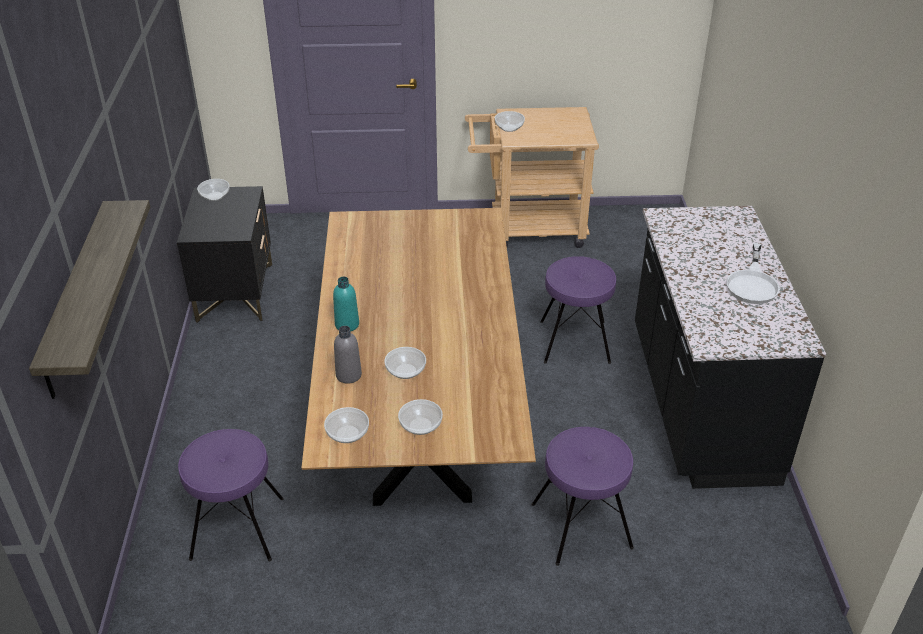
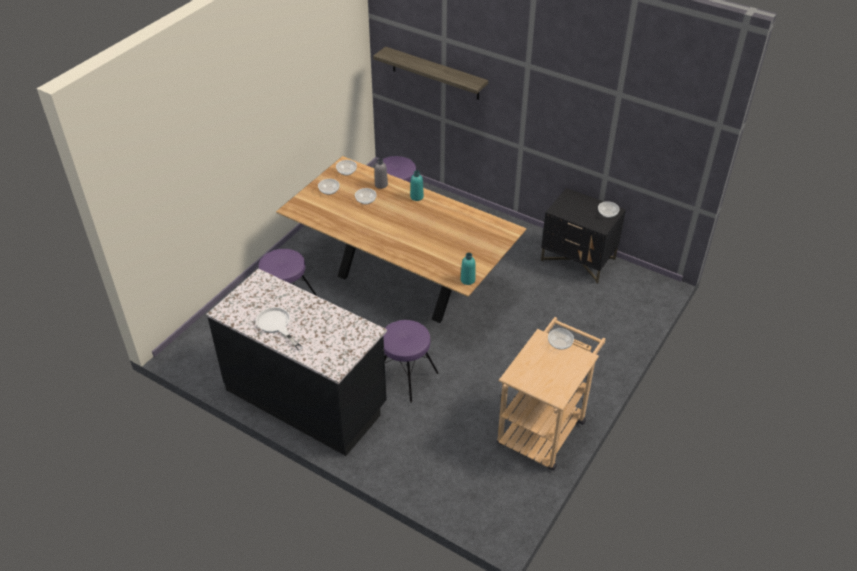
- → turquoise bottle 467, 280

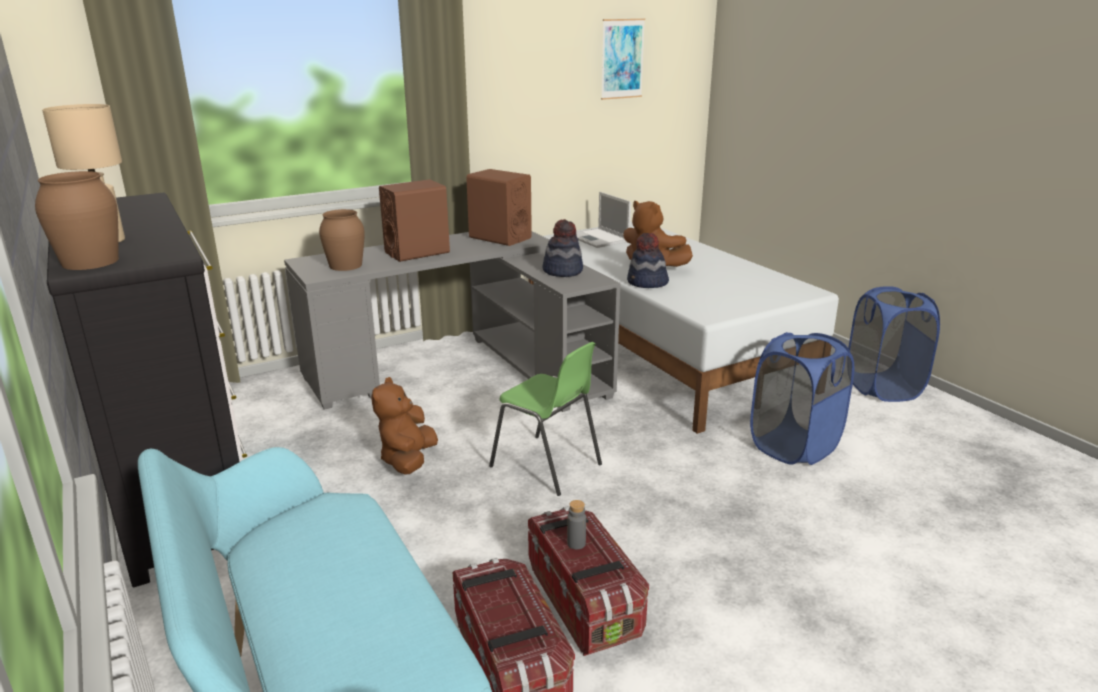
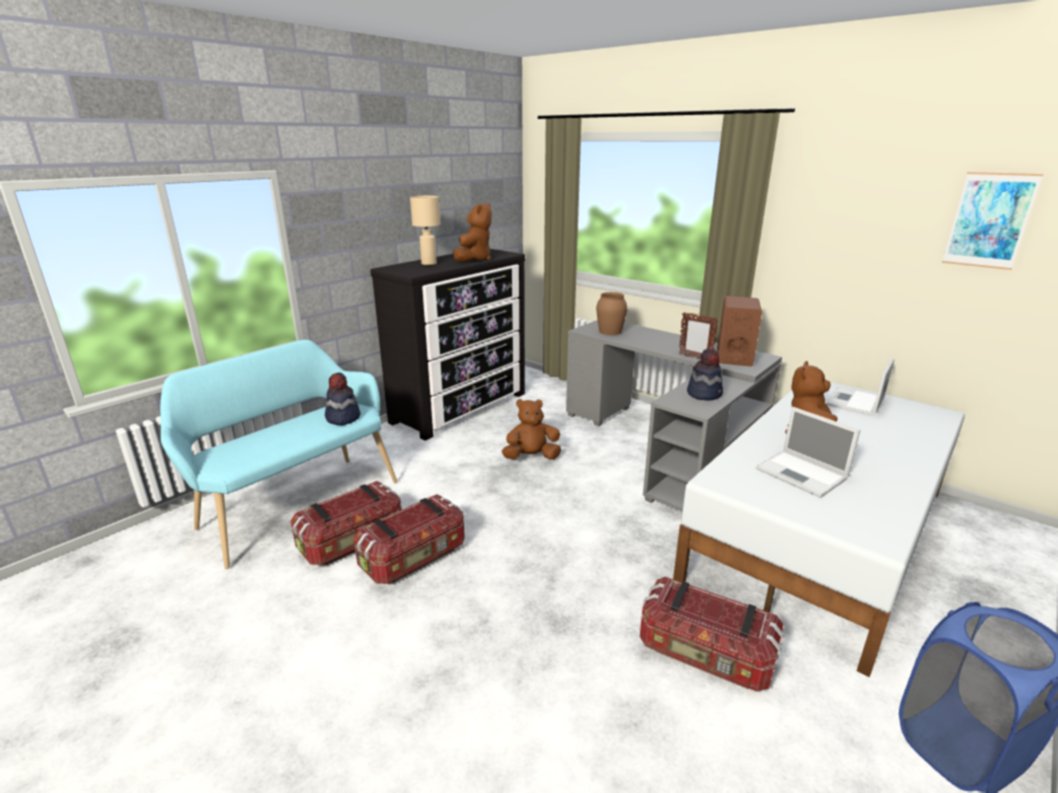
brown vase 90, 261 → -
brown speaker 417, 252 → -
green chair 547, 466 → -
grey bottle 576, 543 → -
hat 647, 283 → hat 342, 418, relocated
blue laundry basket 794, 446 → storage box 705, 654
- → brown plush toy 474, 259
- → picture frame 694, 358
- → laptop 802, 474

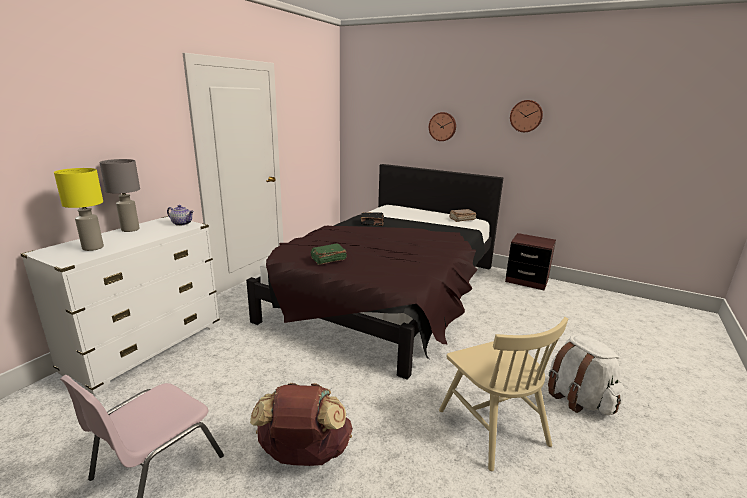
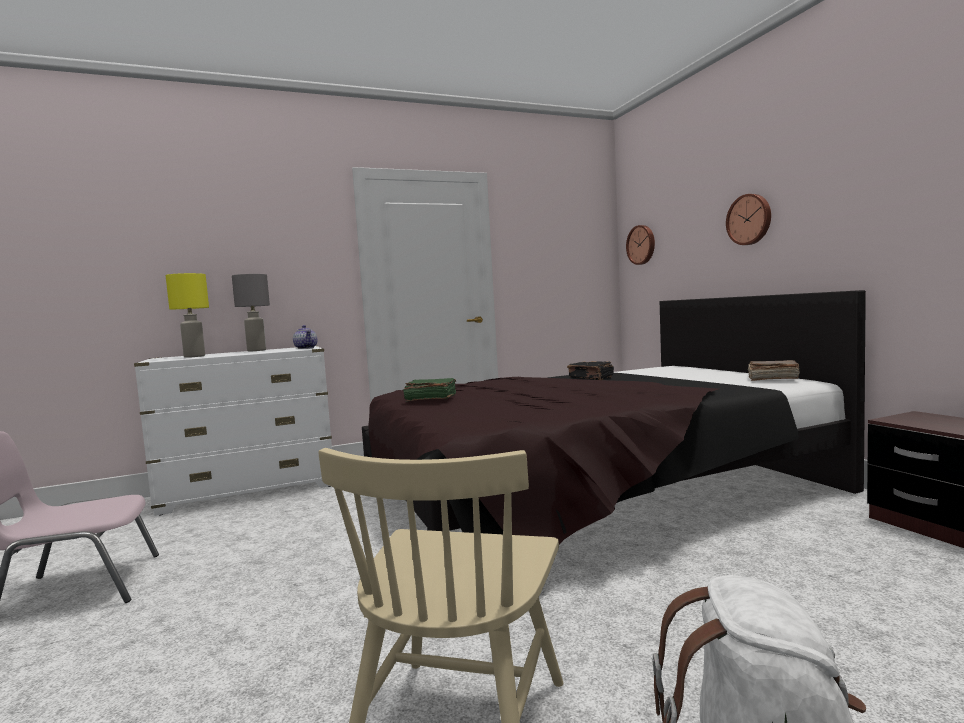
brown backpack 304, 455 → -
wall clock 526, 116 → wall clock 641, 245, relocated

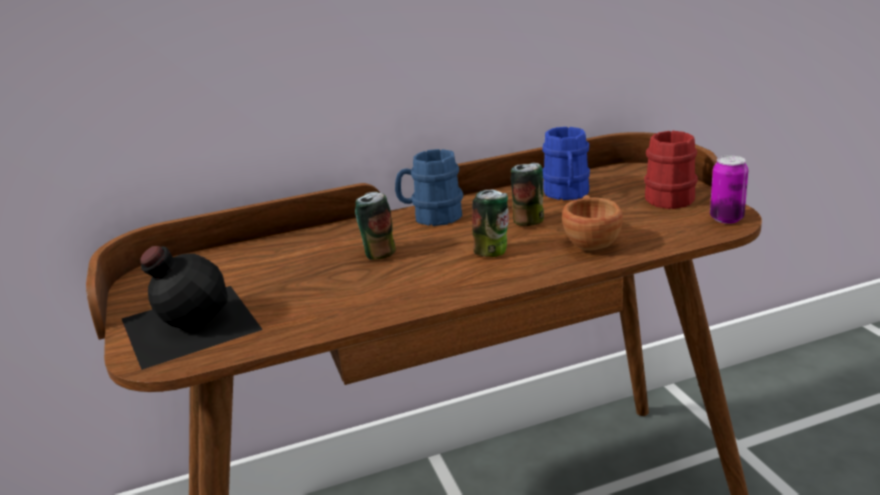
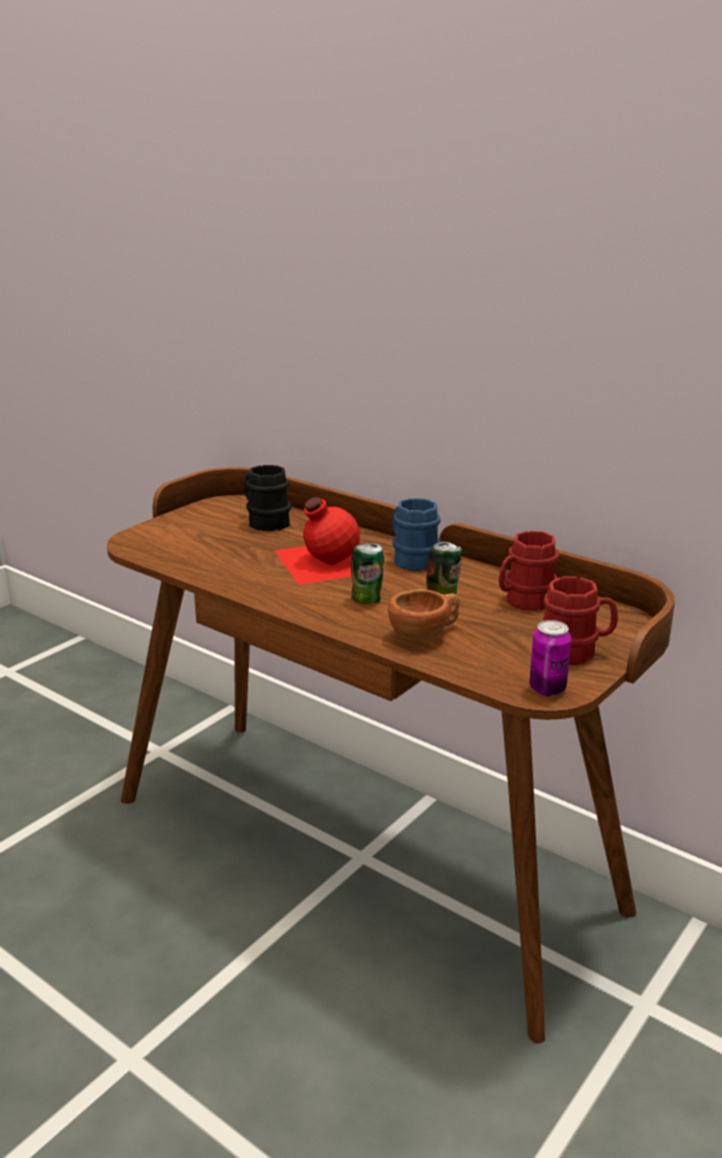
black bottle 187, 323 → -
can 379, 253 → red bottle 325, 560
blue mug 567, 194 → red mug 523, 601
- → black mug 265, 521

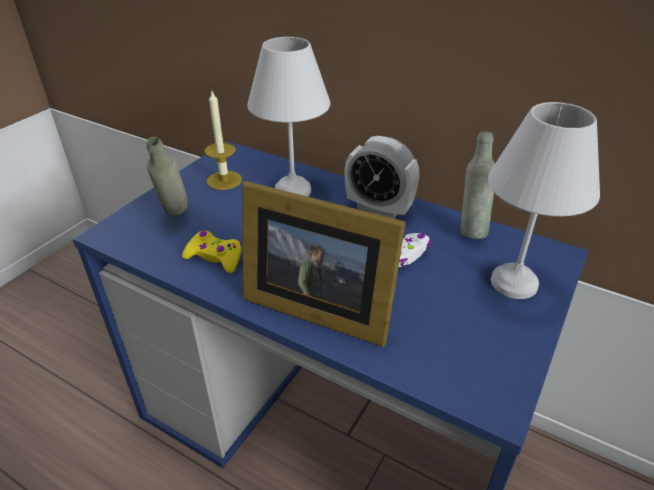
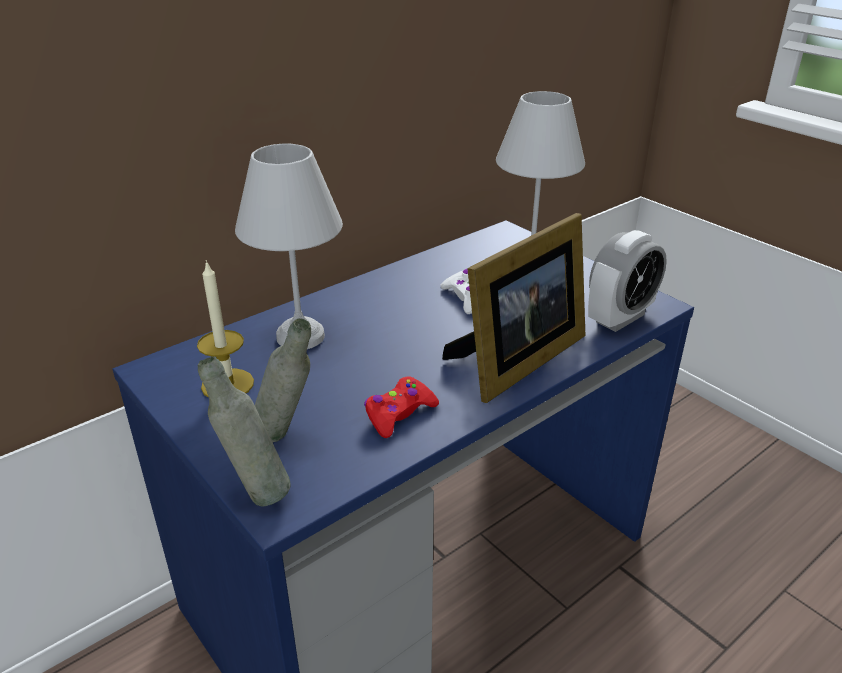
yellow game controller 215, 257 → red game controller 399, 414
alarm clock 379, 208 → alarm clock 620, 318, relocated
grey bottle 471, 230 → grey bottle 255, 493, relocated

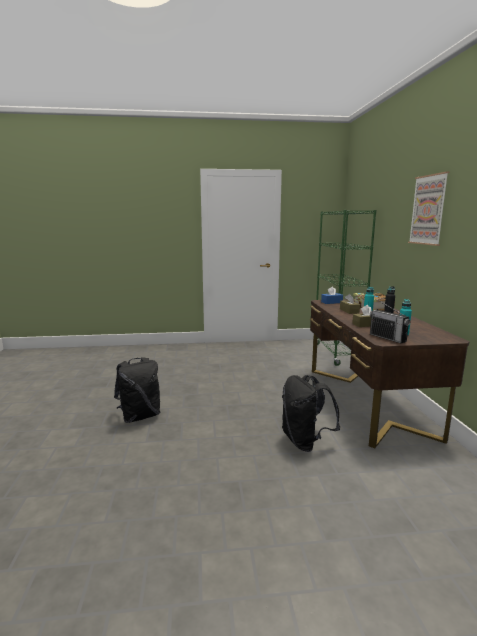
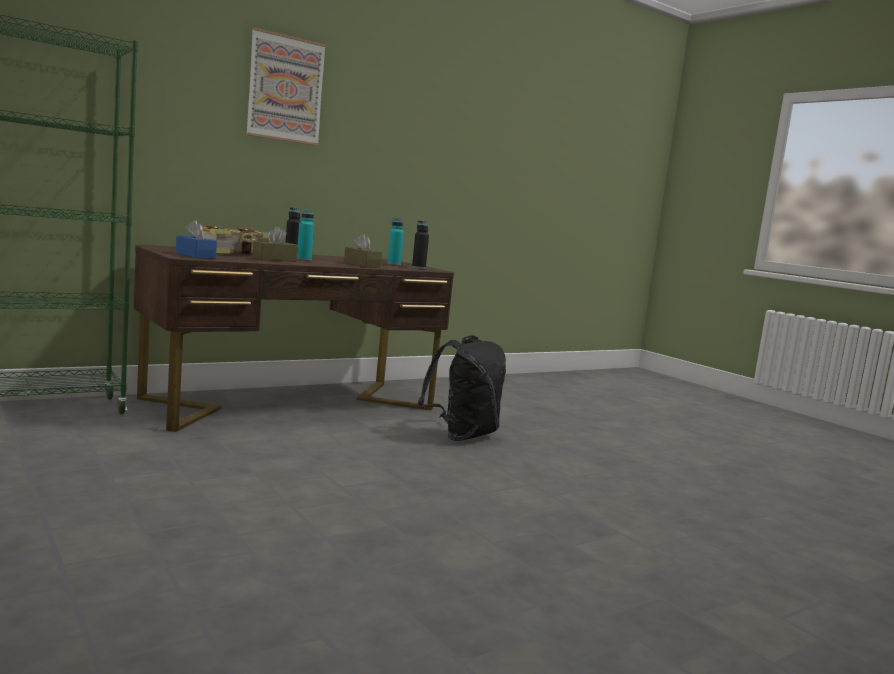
black backpack 140, 416 → -
radio 387, 338 → black bottle 418, 268

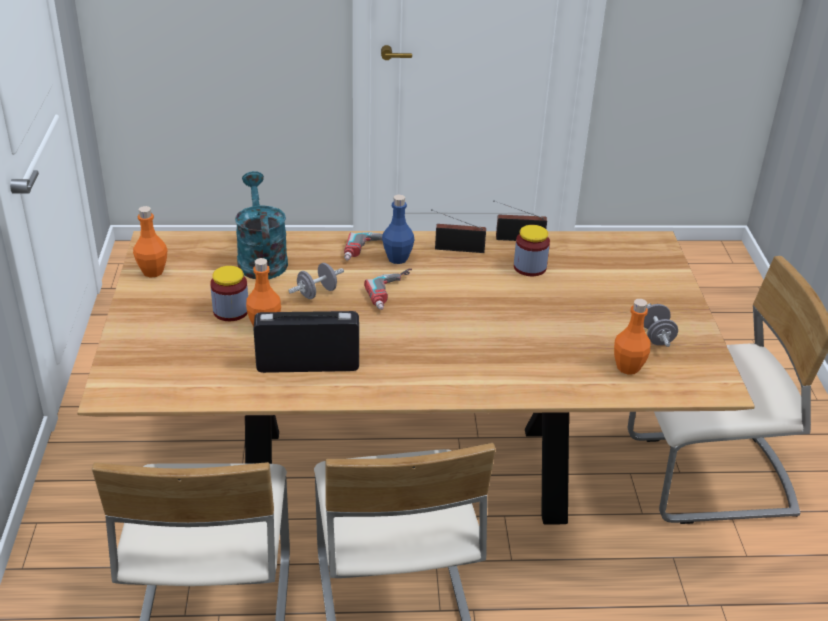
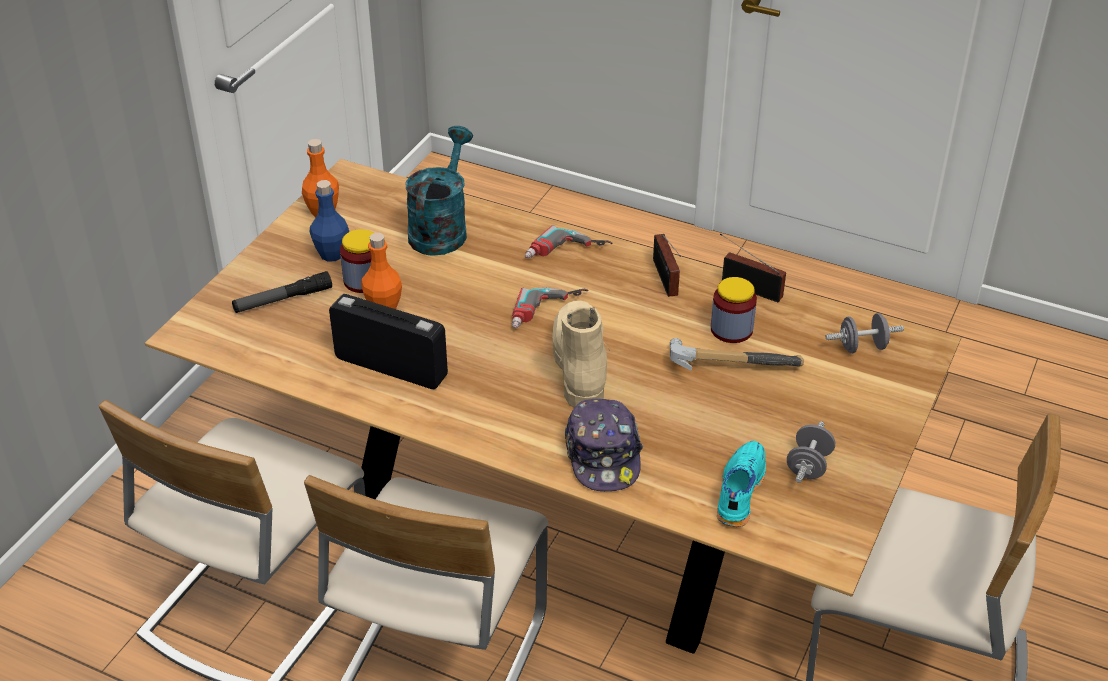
grey dumbbell 317, 293 → grey dumbbell 862, 347, relocated
blue bottle 397, 258 → blue bottle 332, 254, relocated
radio 456, 248 → radio 665, 280, 135 degrees counterclockwise
orange bottle 628, 367 → turquoise shoe 738, 491
- → flashlight 283, 299
- → beige boot 579, 365
- → cap 603, 455
- → hammer 728, 364

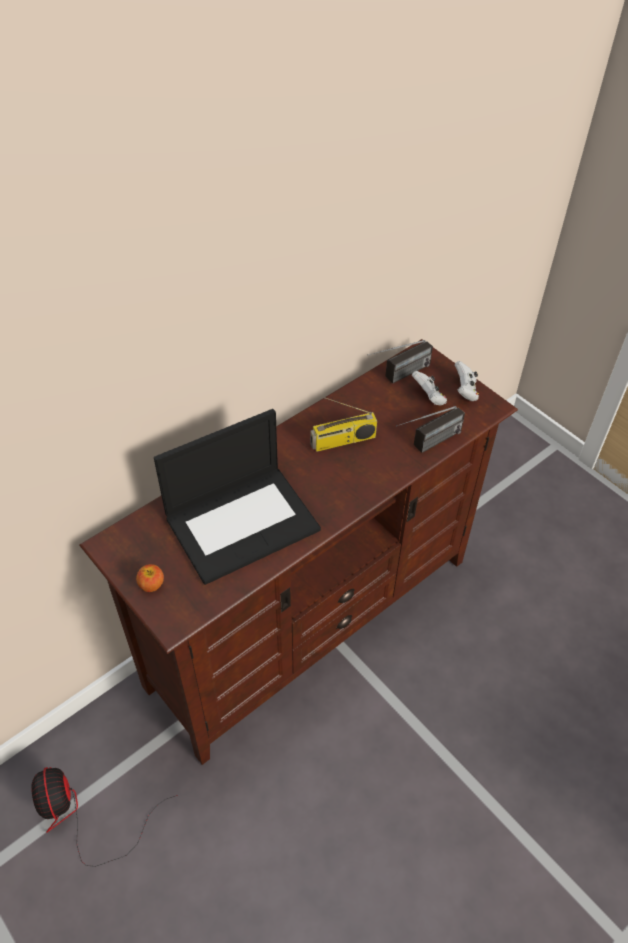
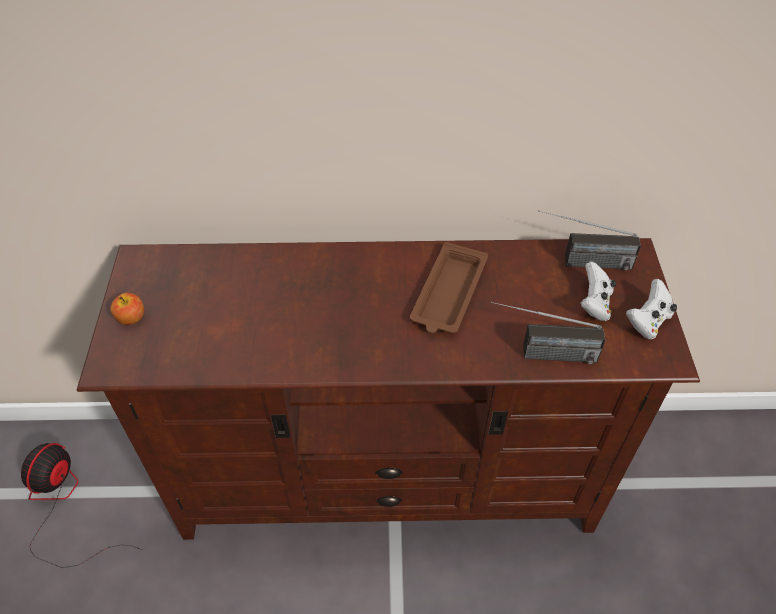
laptop 243, 522 → -
radio 343, 441 → brown tray 448, 294

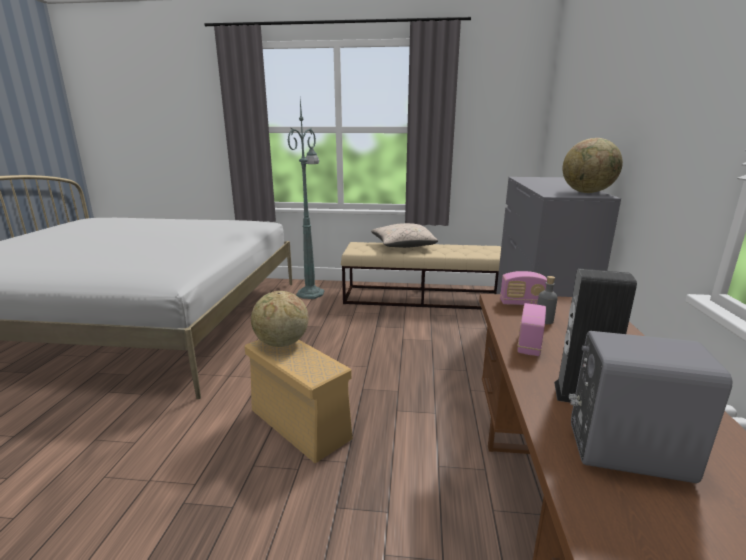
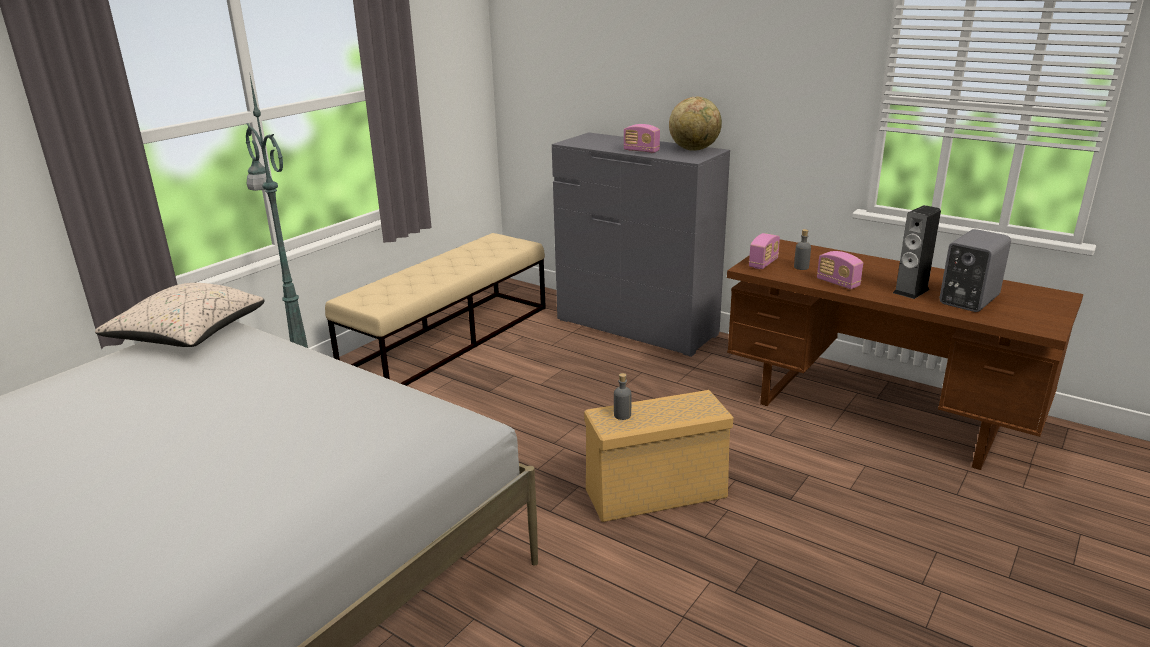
globe 281, 343 → grey bottle 622, 415
beige pillow 403, 246 → beige pillow 188, 336, relocated
- → radio 641, 151

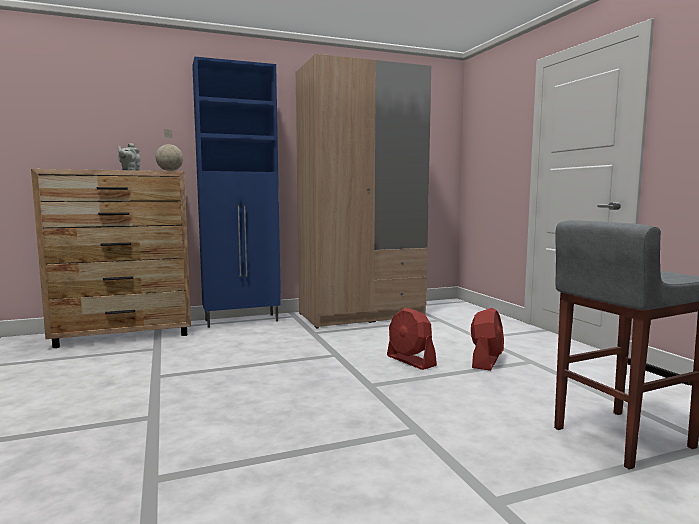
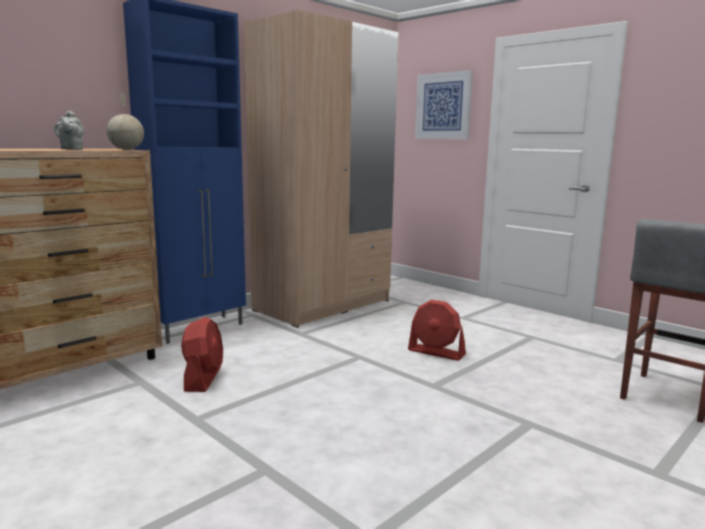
red fan 486, 361 → red fan 203, 378, relocated
- → picture 443, 106

